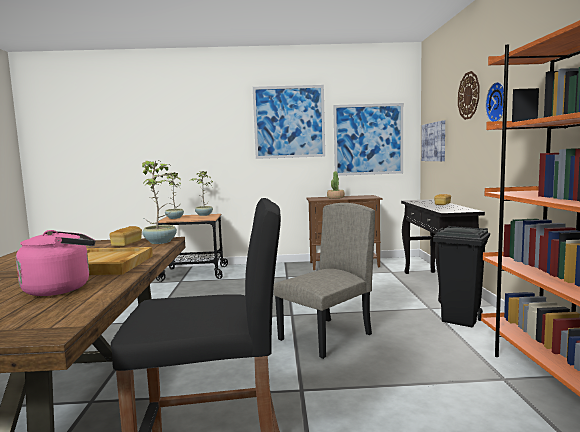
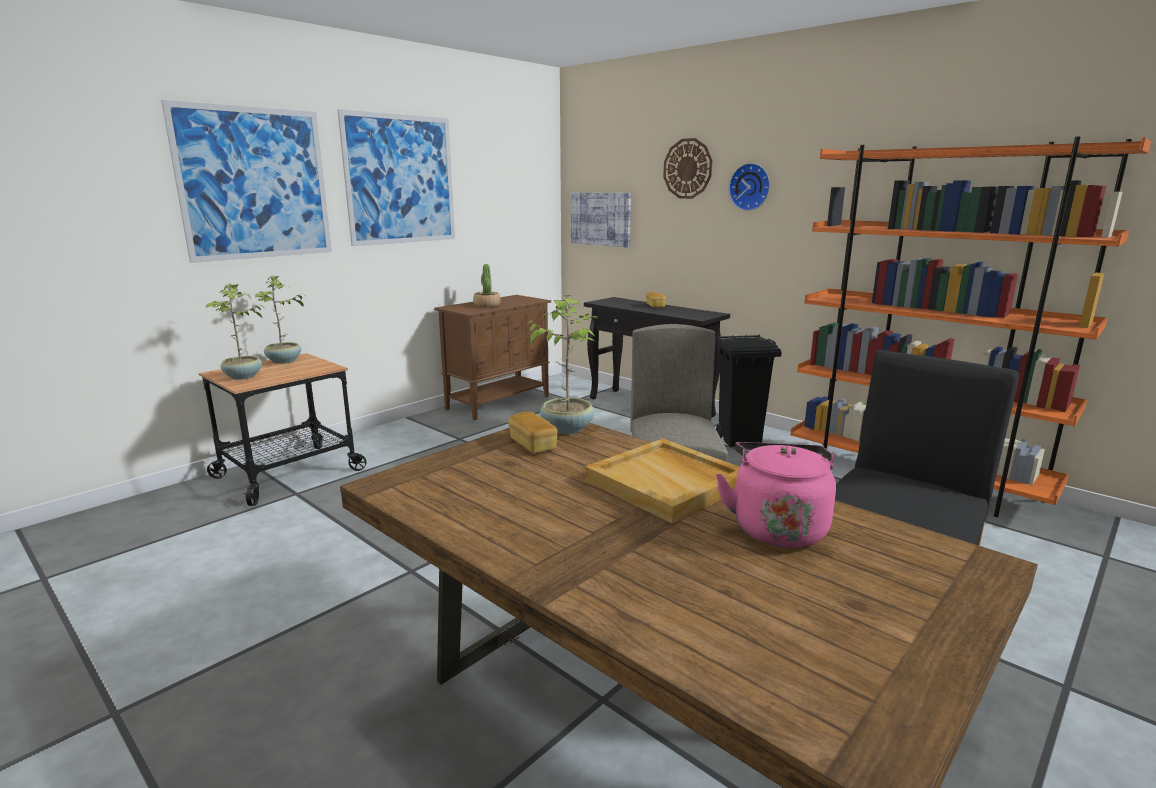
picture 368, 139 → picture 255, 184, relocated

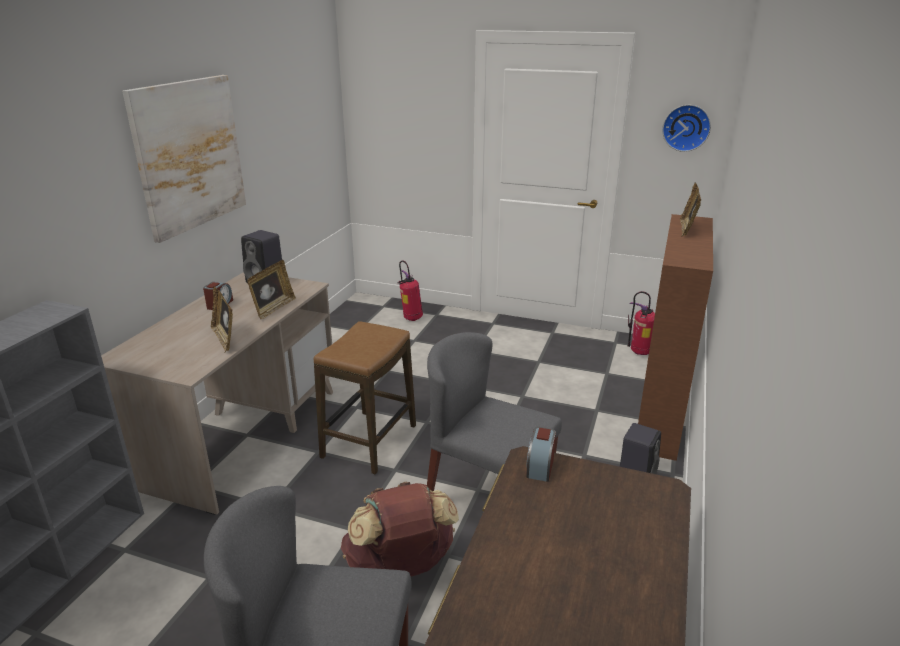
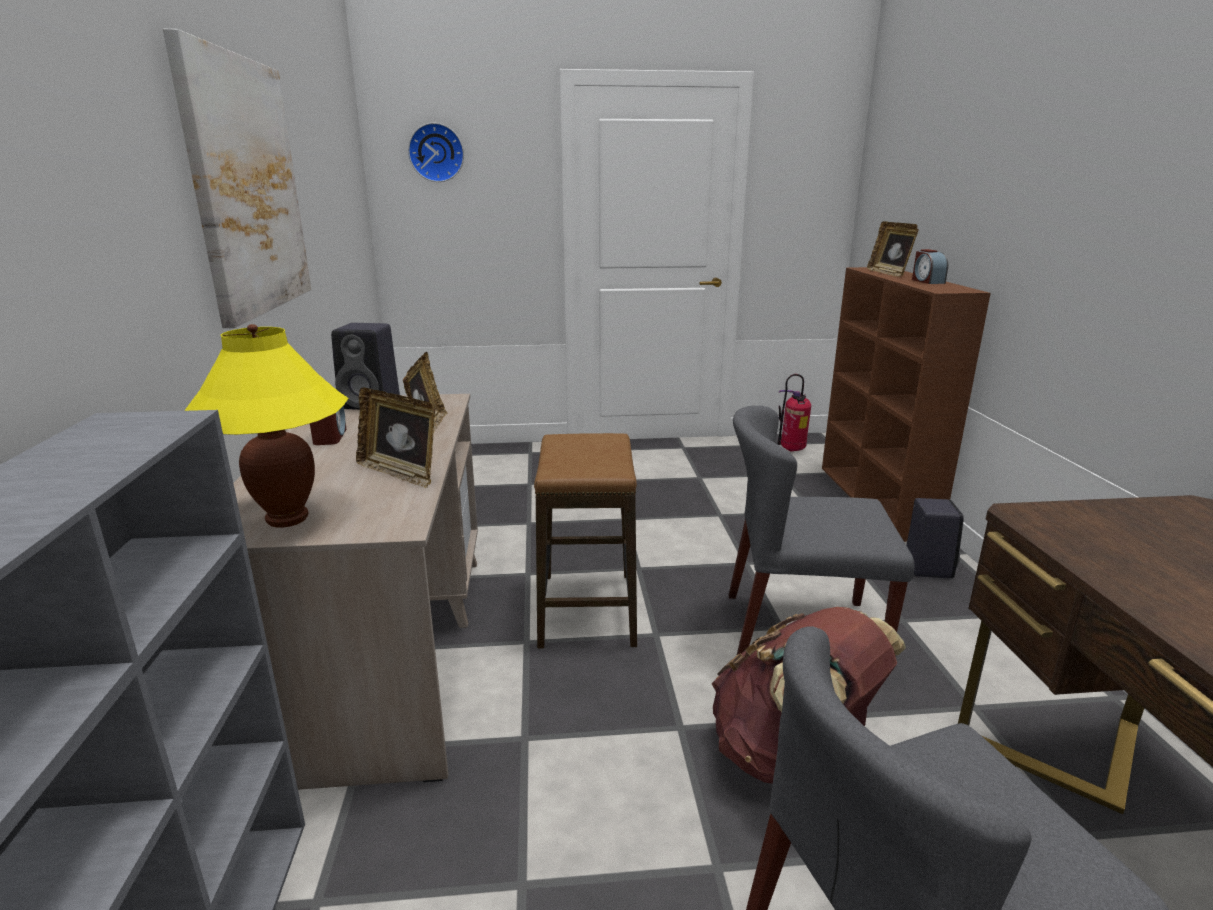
fire extinguisher 411, 318 → -
alarm clock 540, 467 → alarm clock 927, 281, relocated
wall clock 686, 127 → wall clock 436, 153, relocated
- → yellow table lamp 287, 519

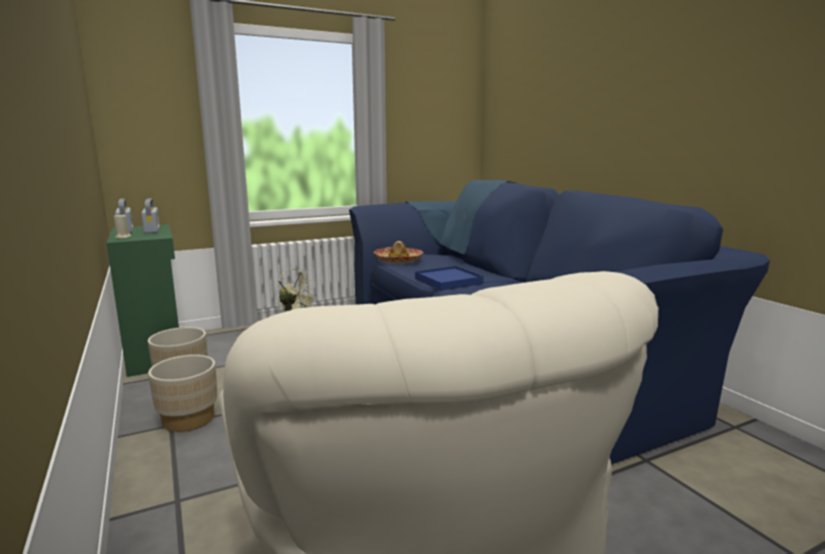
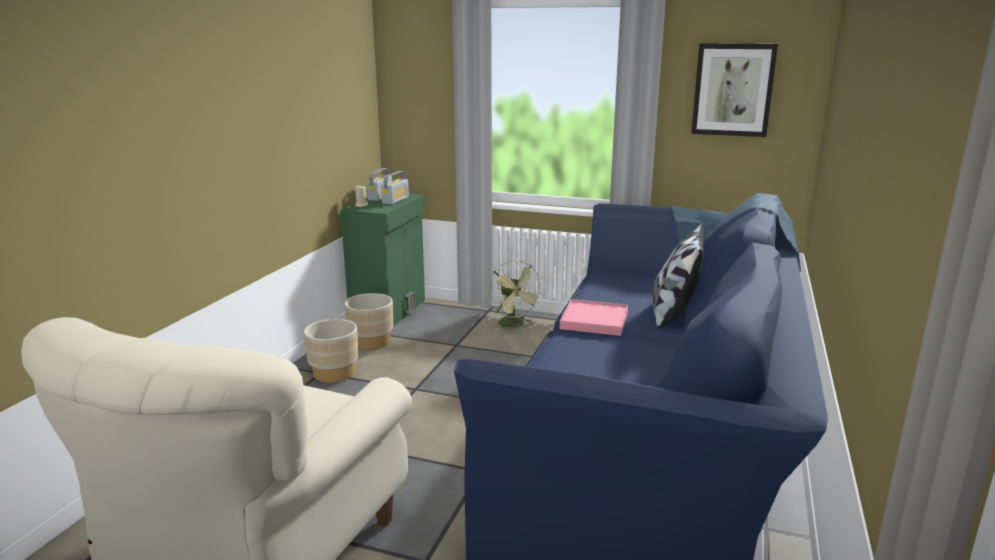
hat 398, 260 → -
blue tray 448, 281 → pink tray 594, 321
- → pillow 673, 313
- → picture 733, 90

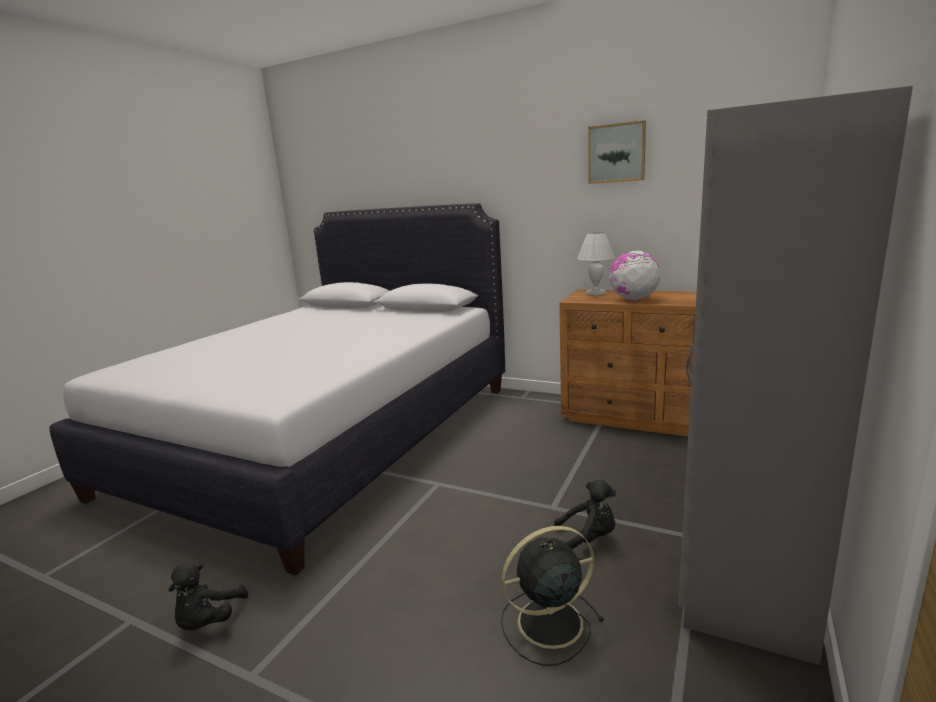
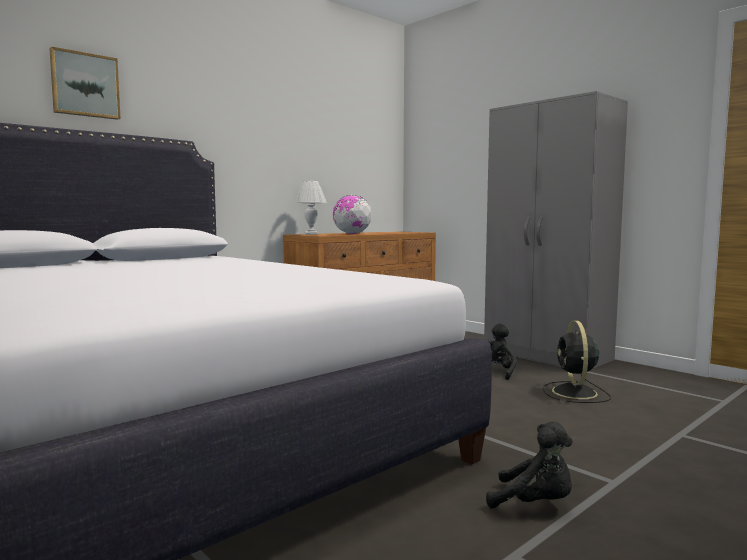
picture 616, 153 → picture 85, 85, relocated

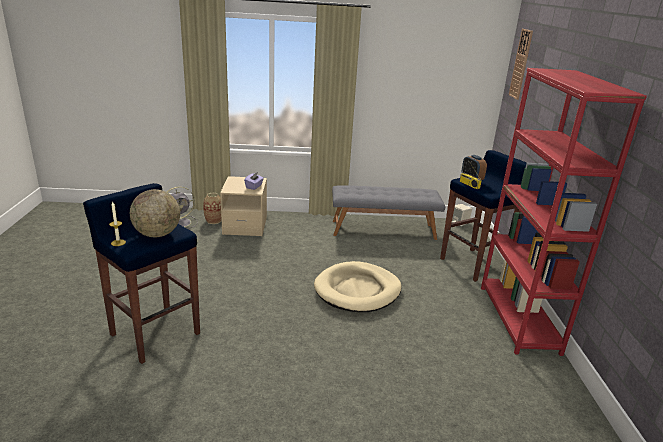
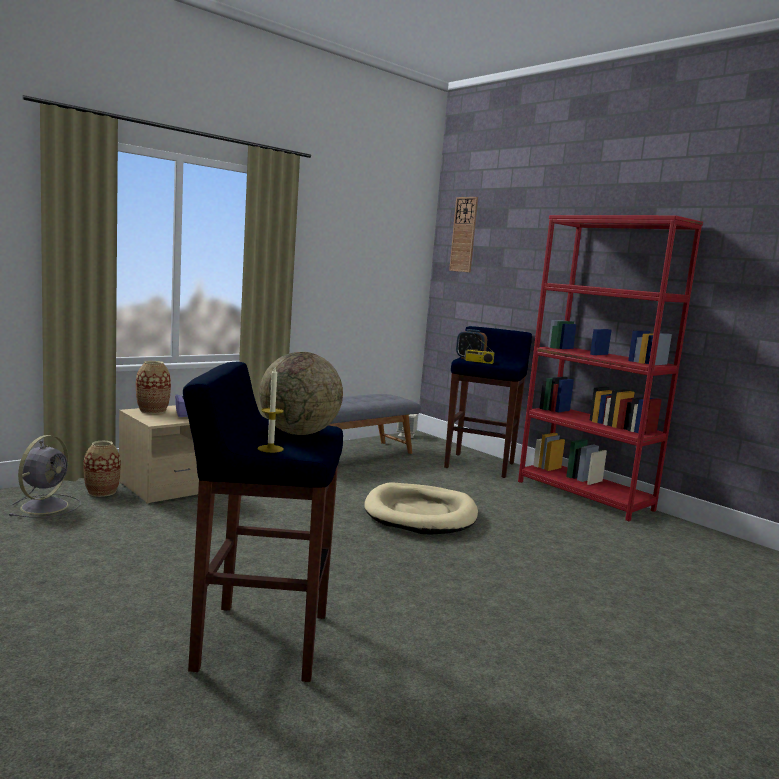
- → vase 152, 410

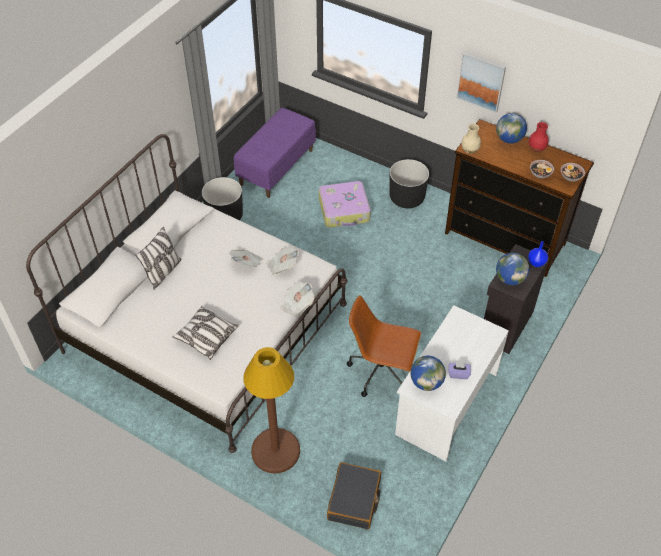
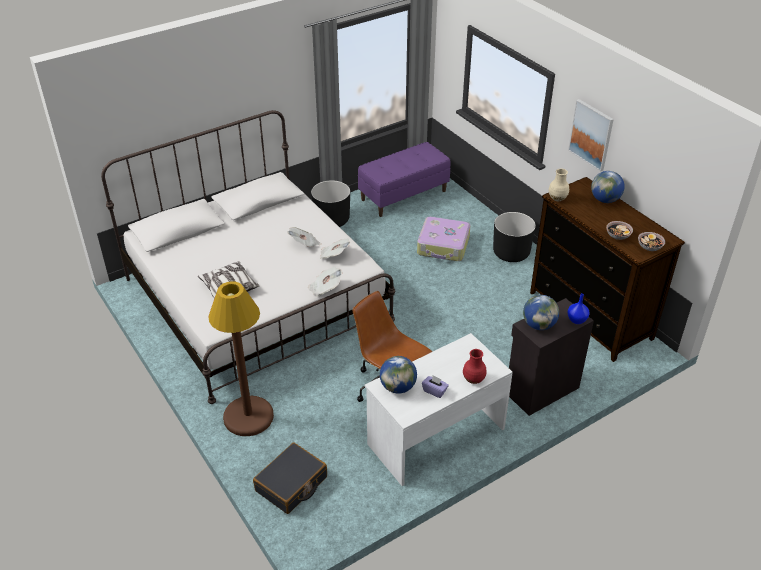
pillow 163, 272 → -
red vase 537, 148 → red vase 474, 379, relocated

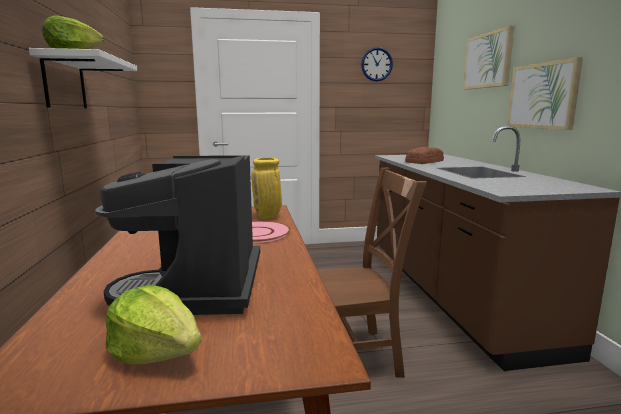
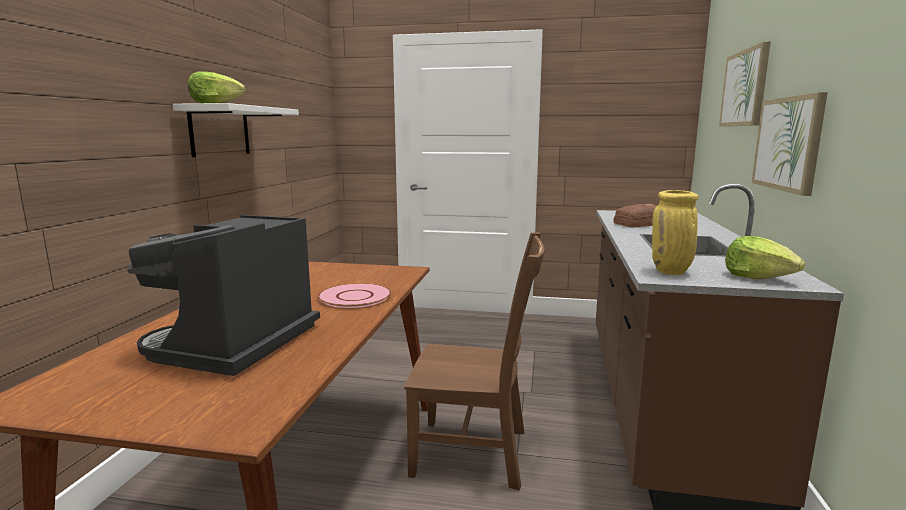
lettuce 156, 352 → lettuce 757, 277, relocated
yellow vase 268, 217 → yellow vase 671, 272, relocated
wall clock 376, 64 → -

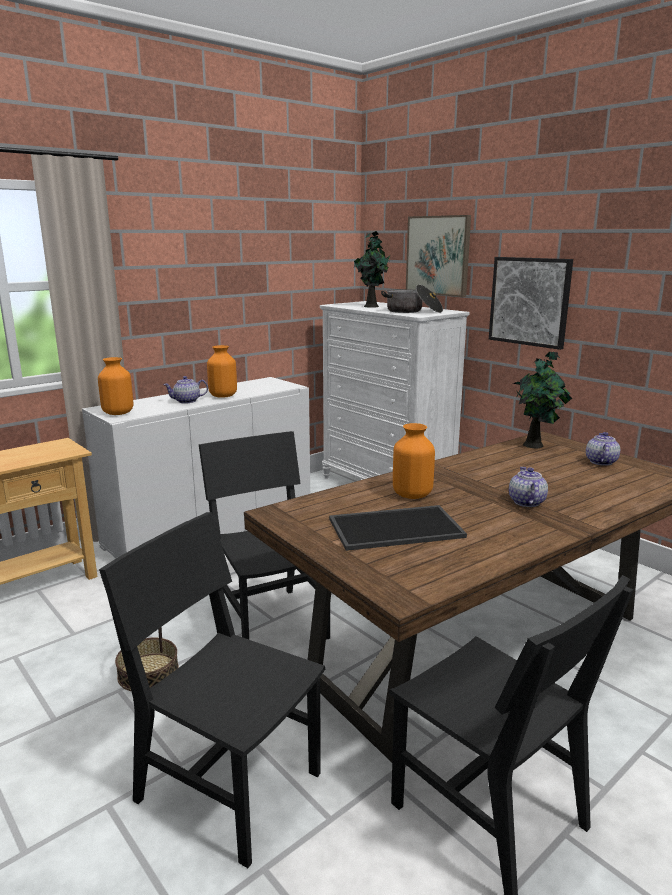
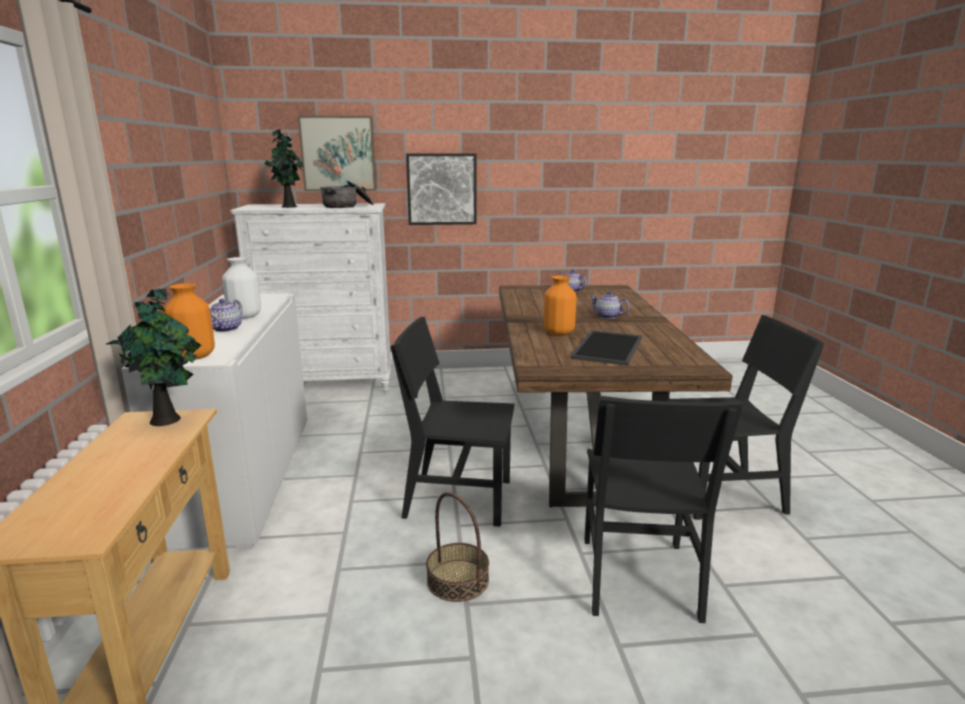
black chair 229, 786 → black chair 638, 577, 60 degrees counterclockwise
orange vase 223, 395 → white vase 244, 316
potted plant 535, 445 → potted plant 168, 419, relocated

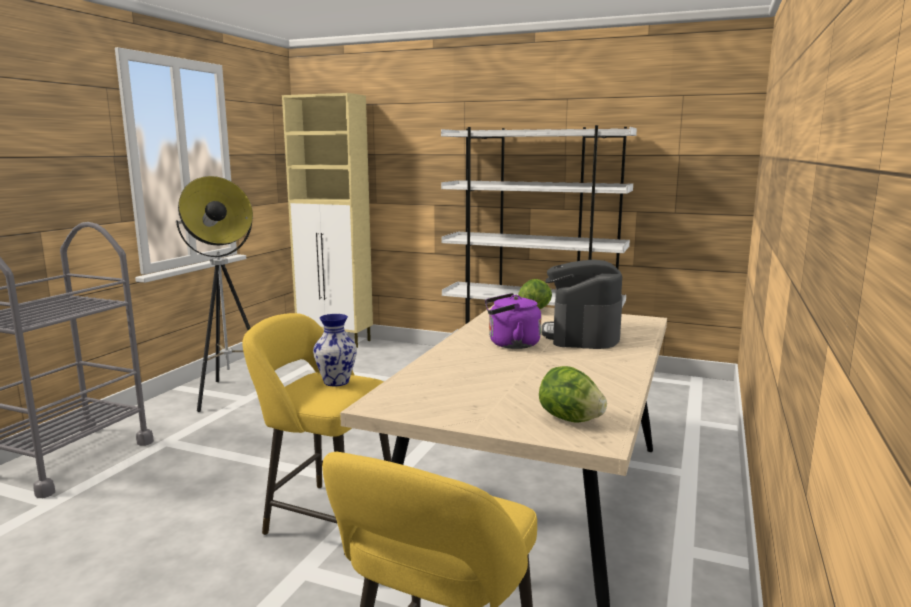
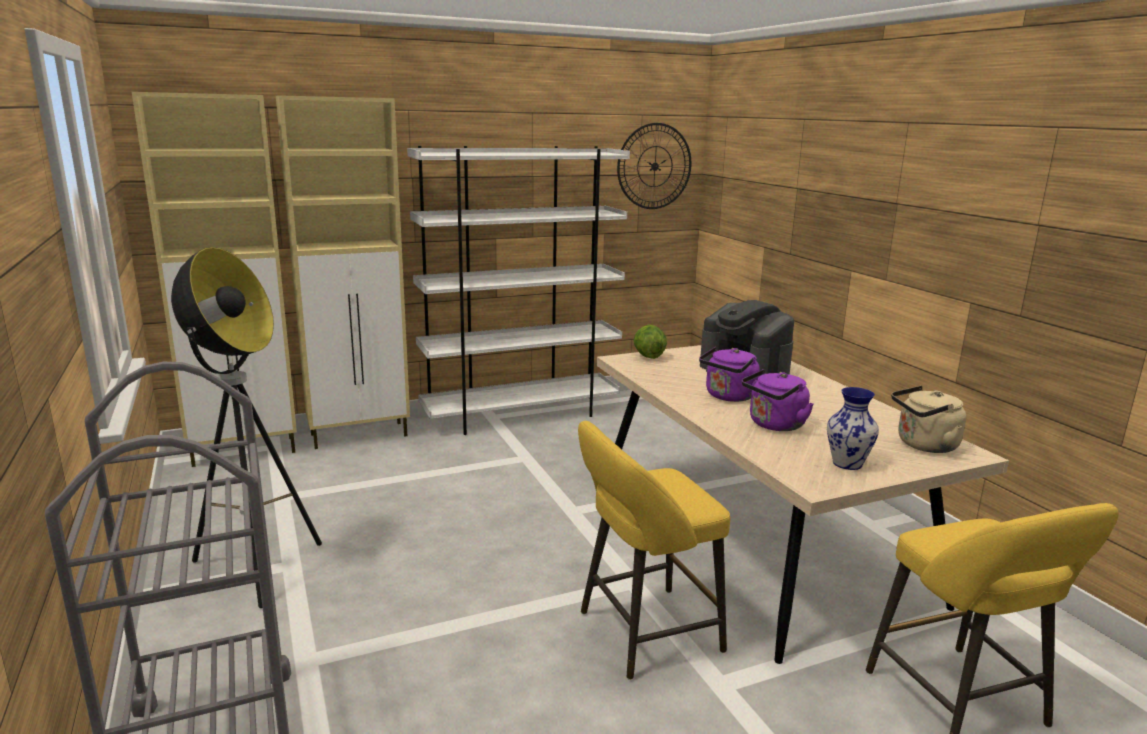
vase 337, 382 → vase 847, 463, relocated
lettuce 570, 419 → beige kettle 923, 445
- → beige cabinet 360, 435
- → wall clock 654, 166
- → purple kettle 774, 425

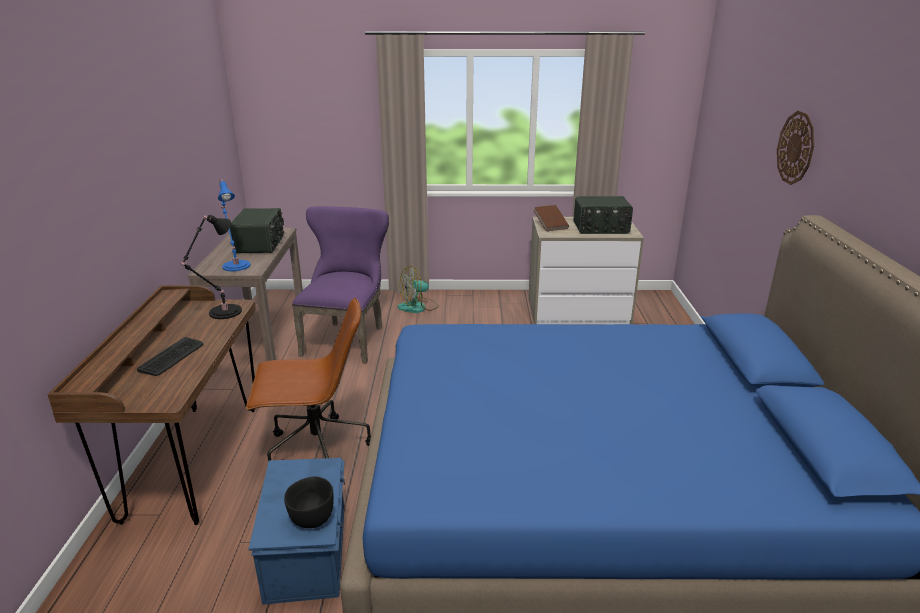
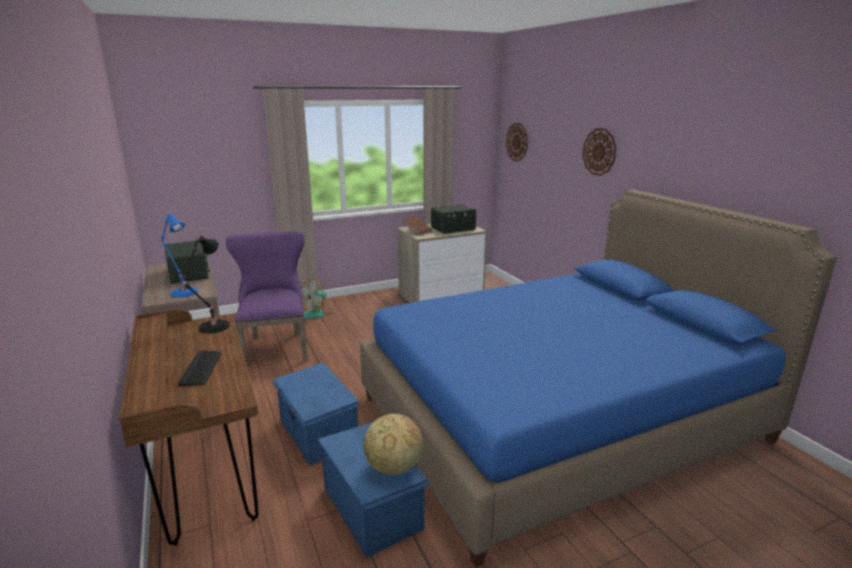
brown office chair 316, 450 → blue storage box 317, 433
black bowl 311, 518 → globe 393, 468
- → wall clock 517, 142

